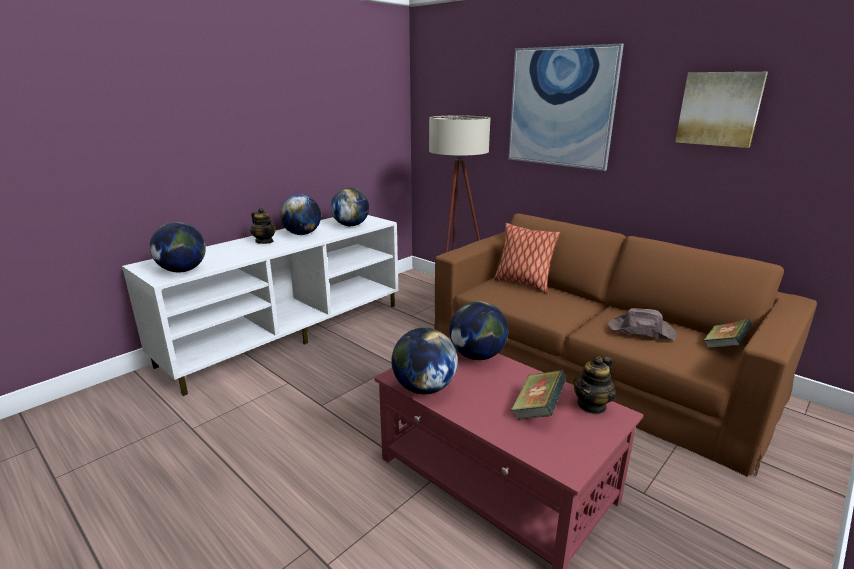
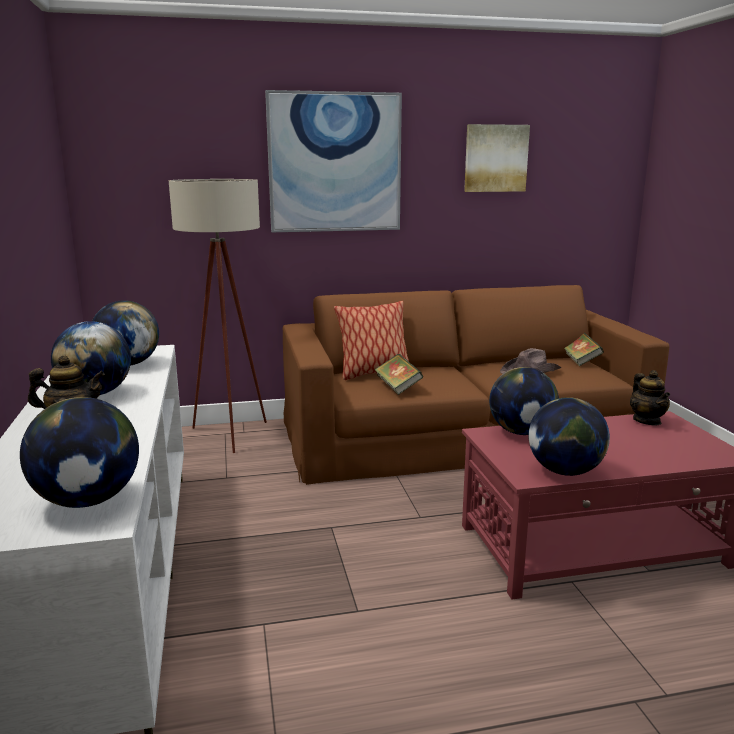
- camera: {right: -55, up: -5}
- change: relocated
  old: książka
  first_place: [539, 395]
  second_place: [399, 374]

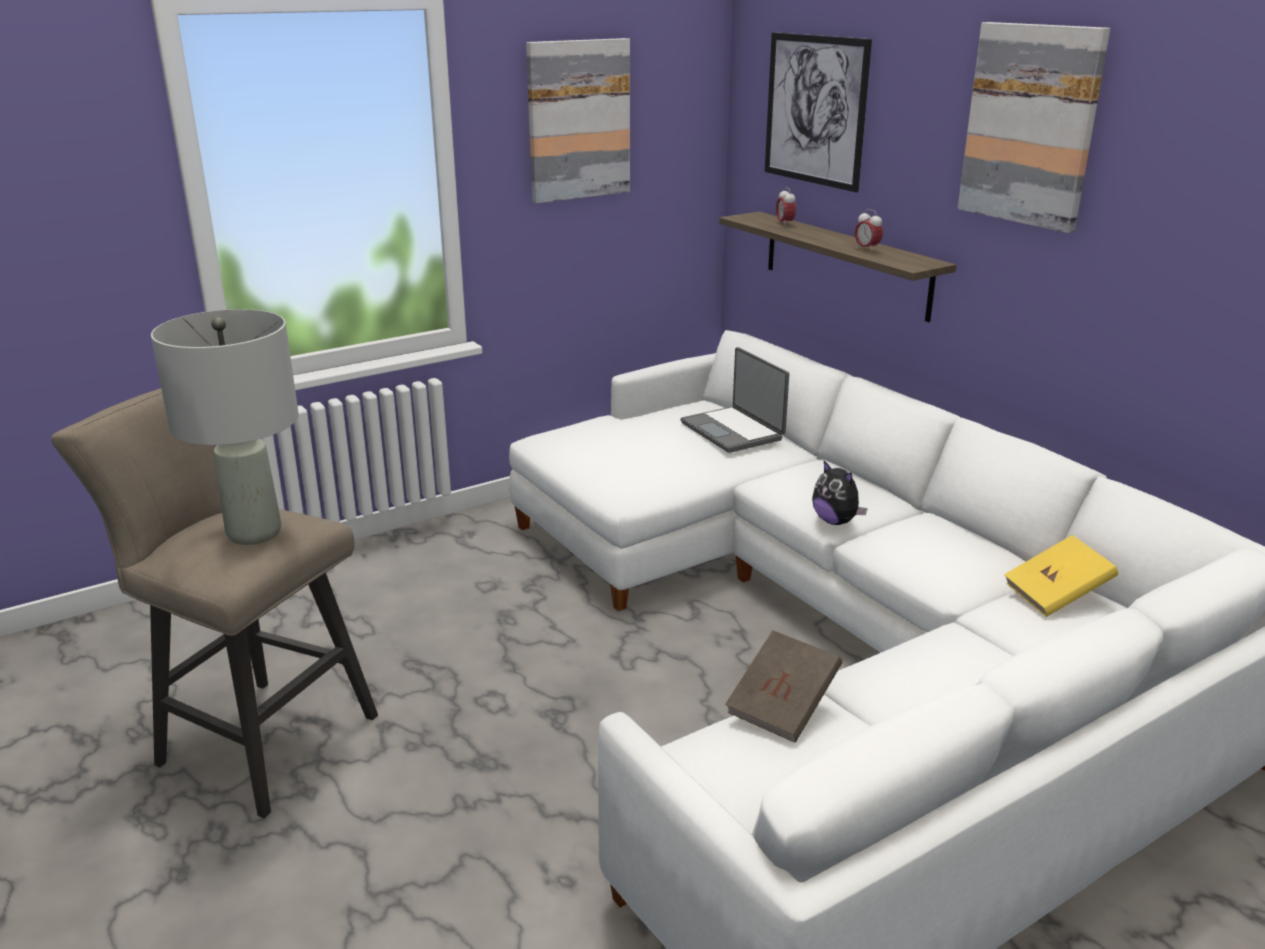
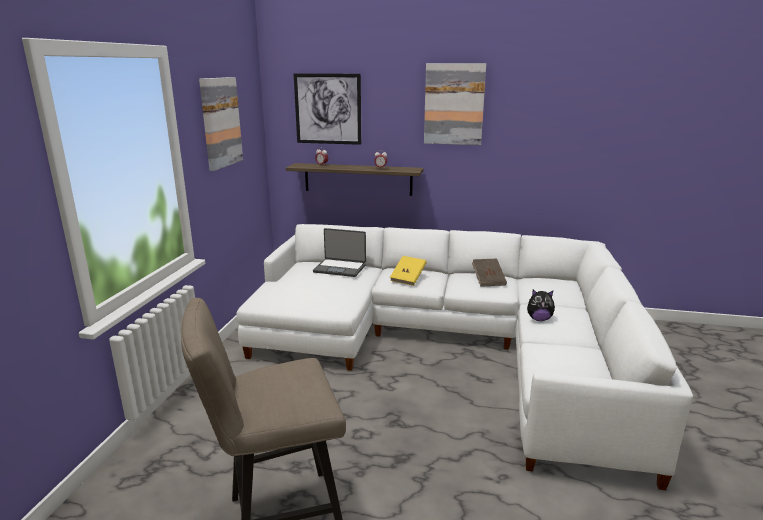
- camera: {right: -45, up: -5}
- change: relocated
  old: książka (żółty)
  first_place: [1061, 576]
  second_place: [408, 271]
- change: relocated
  old: książka (brązowy)
  first_place: [783, 686]
  second_place: [489, 272]
- change: relocated
  old: pluszak
  first_place: [840, 492]
  second_place: [541, 305]
- change: missing
  old: lampa stołowa (szary)
  first_place: [225, 427]

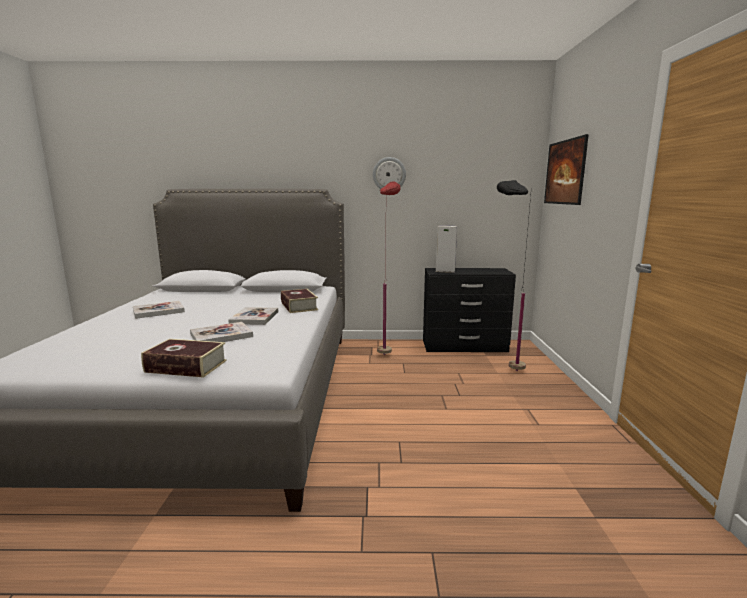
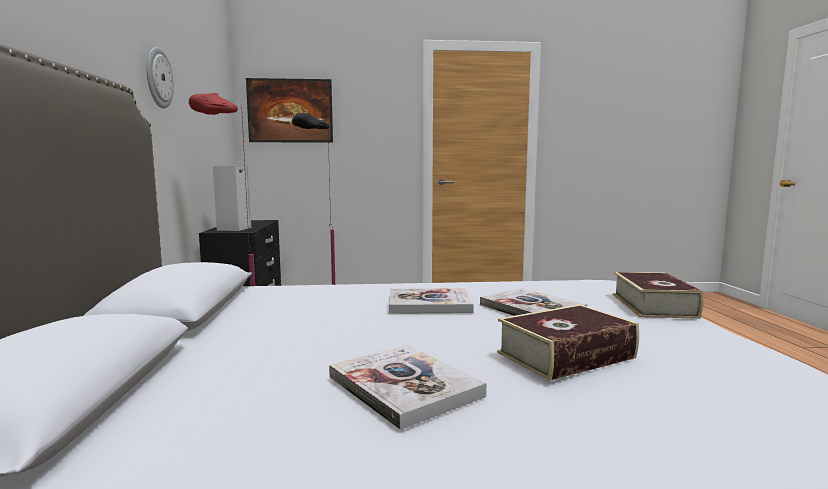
- camera: {right: -95, up: -5}
- change: relocated
  old: książka
  first_place: [299, 301]
  second_place: [568, 342]

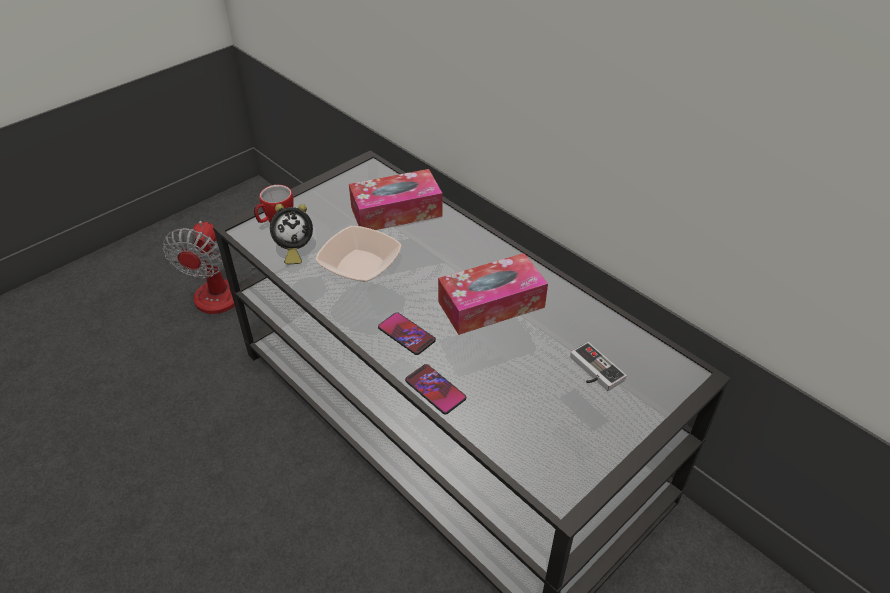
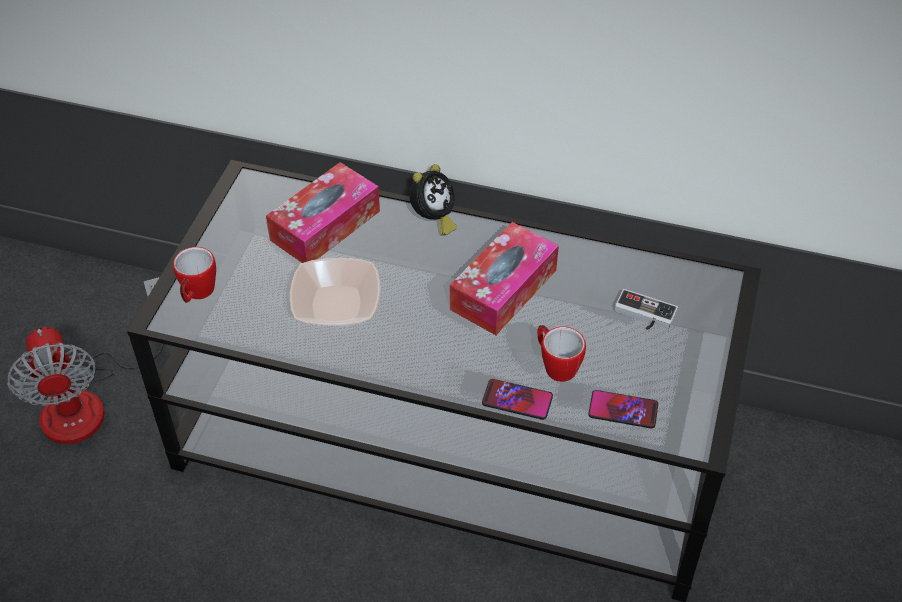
- camera: {right: -30, up: 5}
- change: relocated
  old: budzik
  first_place: [291, 234]
  second_place: [433, 199]
- change: appeared
  new: kubek
  second_place: [562, 353]
- change: relocated
  old: telefon
  first_place: [407, 333]
  second_place: [623, 409]

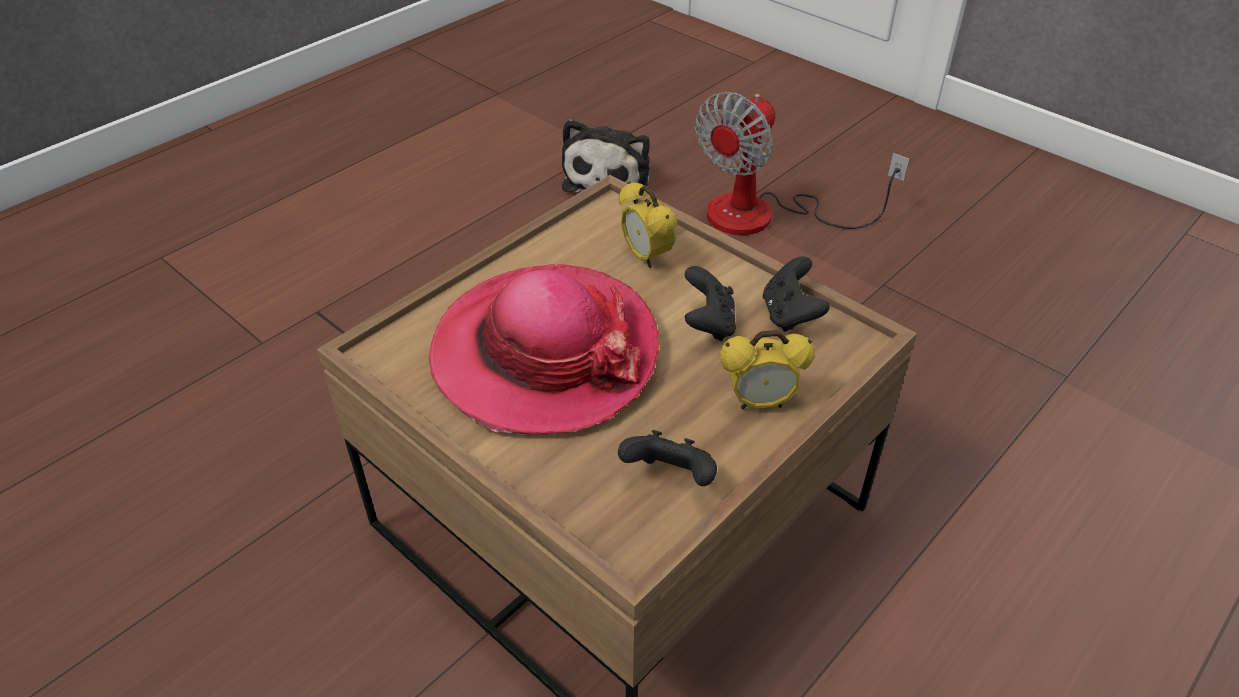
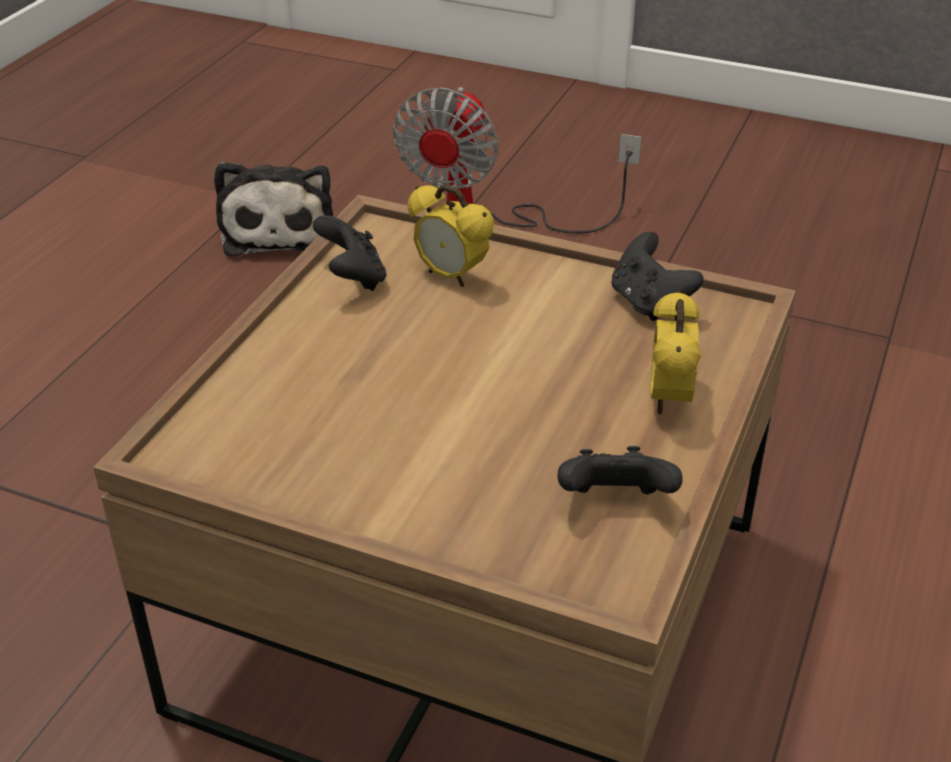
- camera: {right: -20, up: -5}
- change: relocated
  old: pad do gier (czarny)
  first_place: [710, 303]
  second_place: [350, 253]
- change: spun
  old: budzik
  first_place: [767, 369]
  second_place: [676, 352]
  degrees: 120
- change: missing
  old: kapelusz
  first_place: [544, 349]

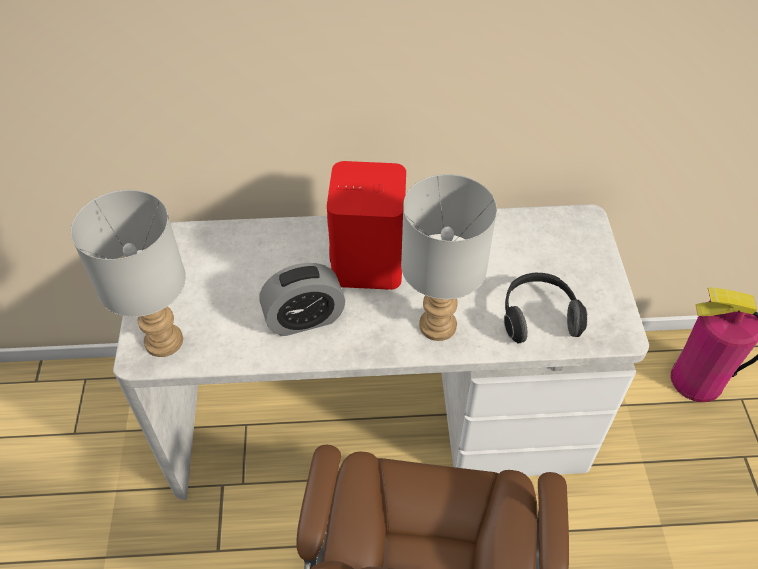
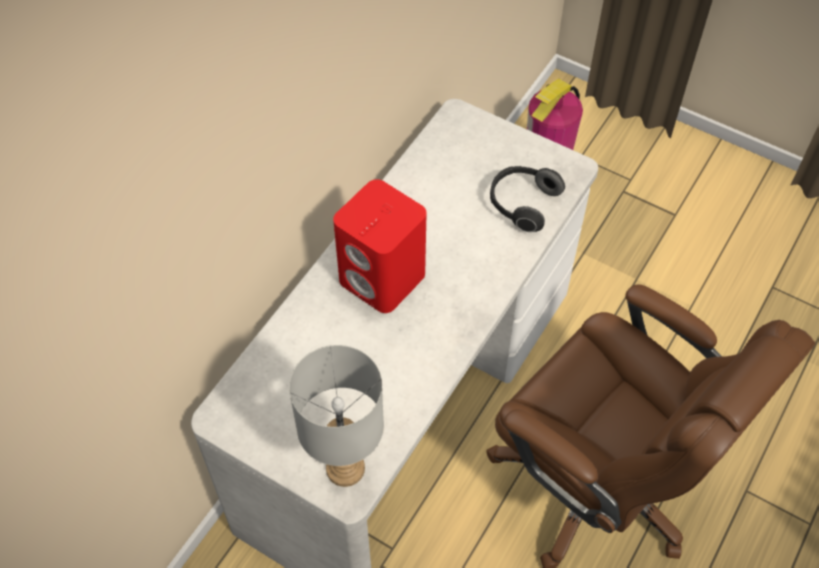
- camera: {right: -55, up: 5}
- change: missing
  old: budzik
  first_place: [302, 299]
- change: missing
  old: lampa stołowa (szary)
  first_place: [449, 257]

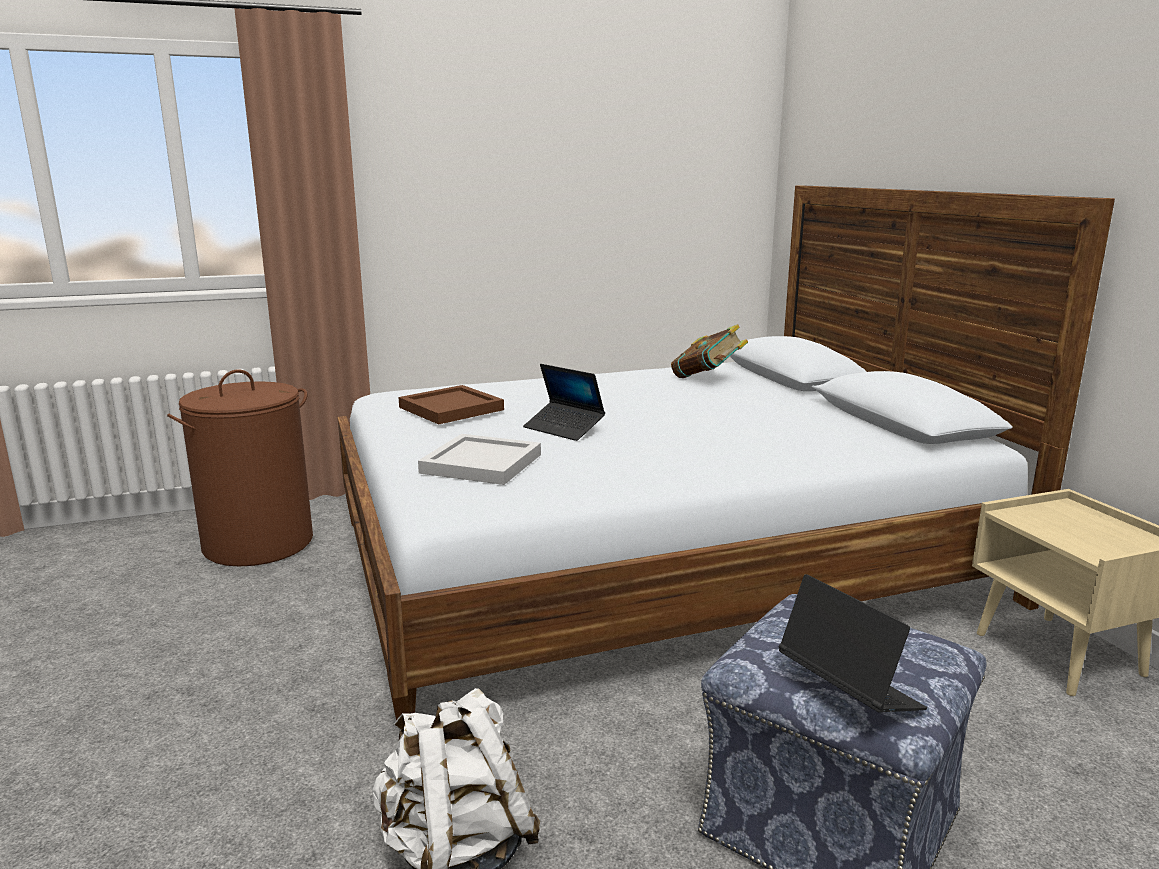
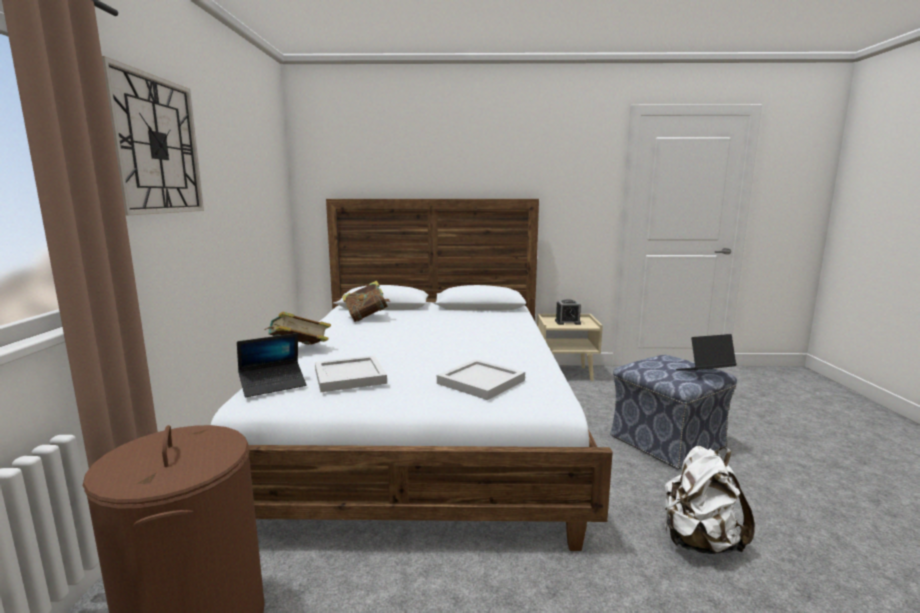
- camera: {right: -70, up: -5}
- change: appeared
  new: zegar ścienny
  second_place: [153, 135]
- change: relocated
  old: laptop
  first_place: [564, 402]
  second_place: [272, 365]
- change: appeared
  new: książka
  second_place: [298, 328]
- change: colour
  old: taca (brązowy)
  new: taca (biały)
  first_place: [451, 404]
  second_place: [351, 373]
- change: appeared
  new: budzik
  second_place: [568, 312]

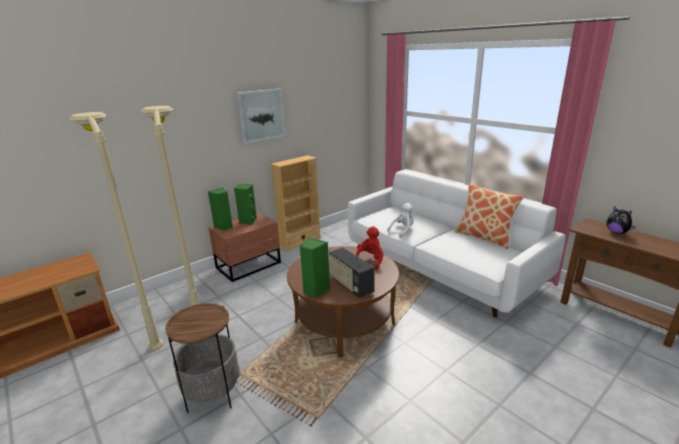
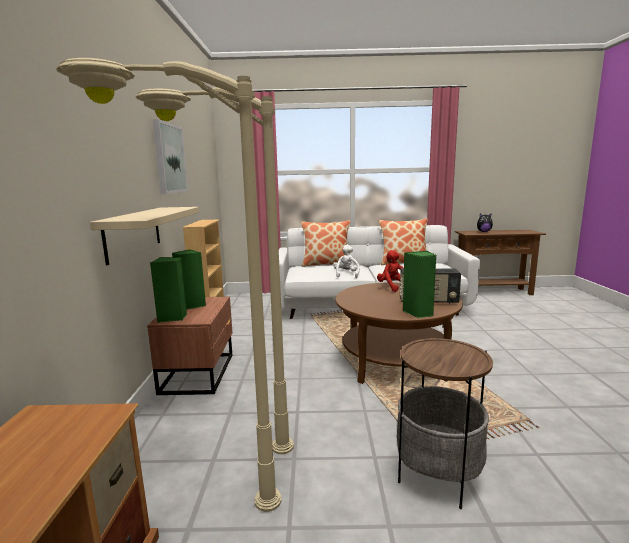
- camera: {right: -50, up: -10}
- change: appeared
  new: półka (beżowy)
  second_place: [144, 236]
- change: appeared
  new: poduszka
  second_place: [326, 243]

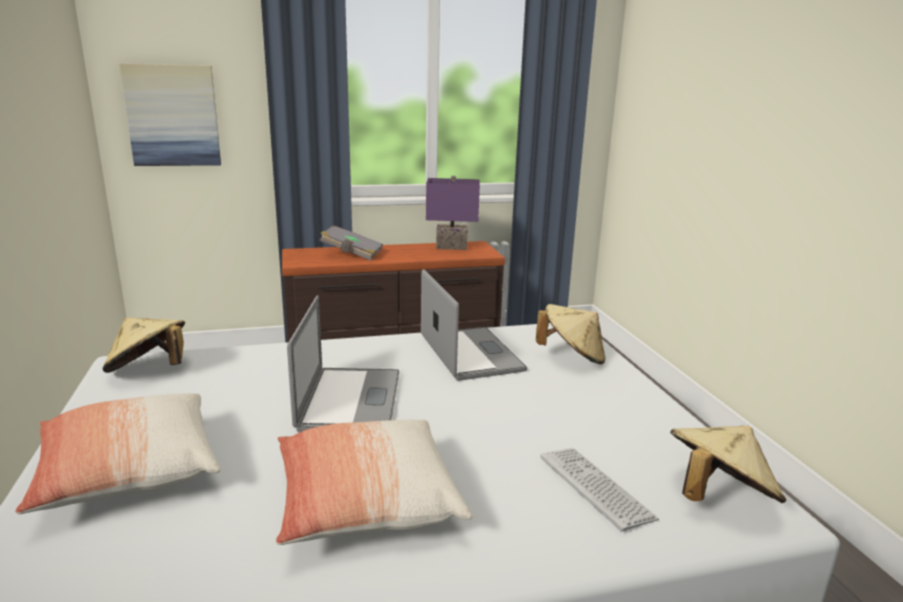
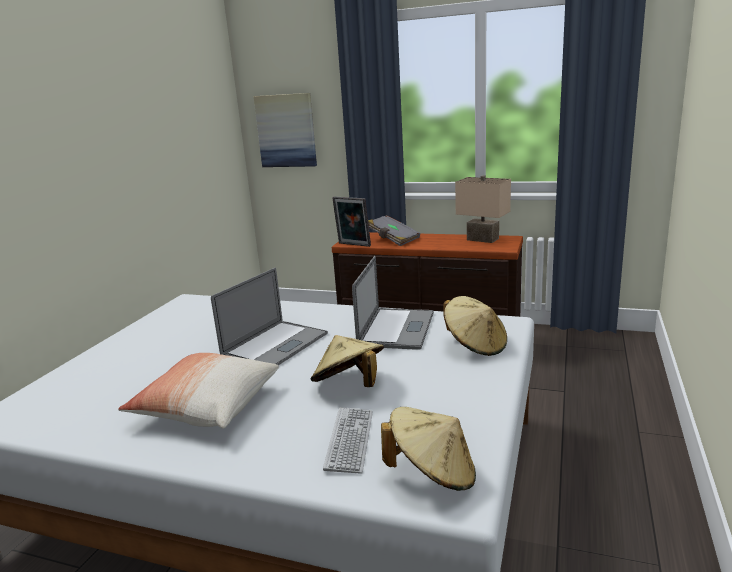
- camera: {right: 35, up: 0}
- change: relocated
  old: kapelusz (beżowy)
  first_place: [143, 345]
  second_place: [347, 361]
- change: appeared
  new: ramka na zdjęcie
  second_place: [351, 222]
- change: colour
  old: lampa stołowa (fioletowy)
  new: lampa stołowa (beżowy)
  first_place: [453, 213]
  second_place: [483, 209]
- change: missing
  old: poduszka
  first_place: [118, 453]

